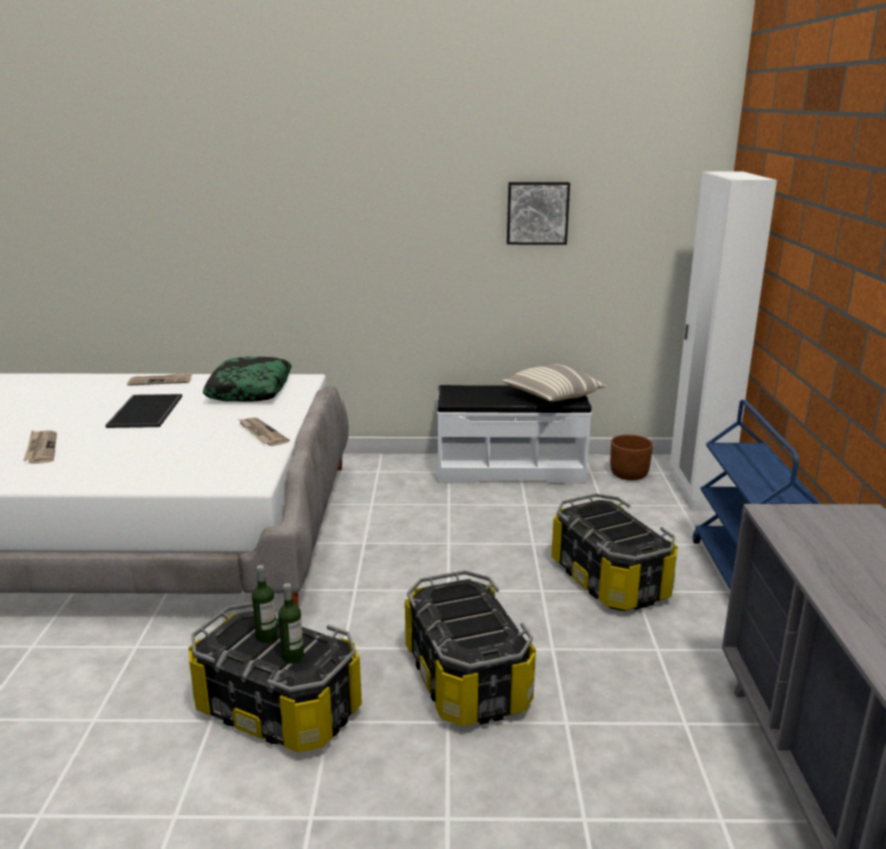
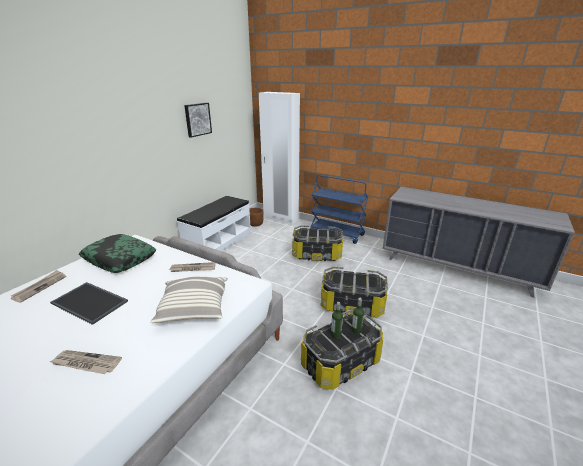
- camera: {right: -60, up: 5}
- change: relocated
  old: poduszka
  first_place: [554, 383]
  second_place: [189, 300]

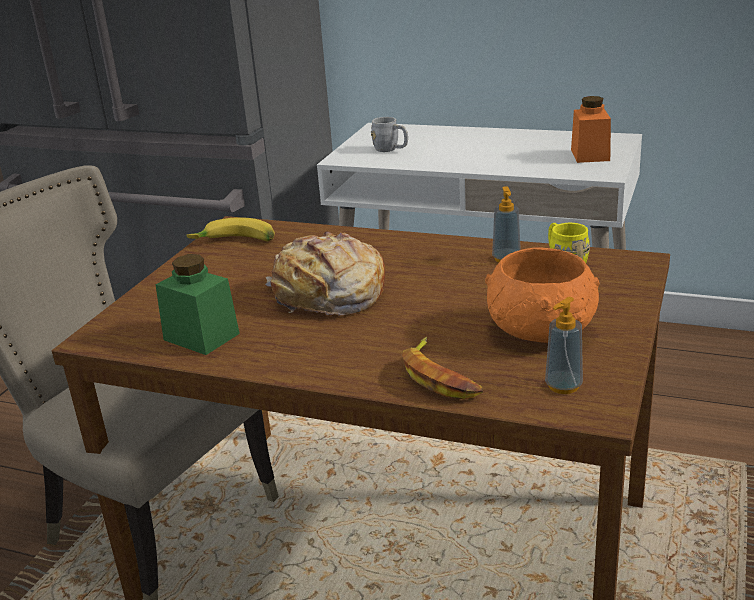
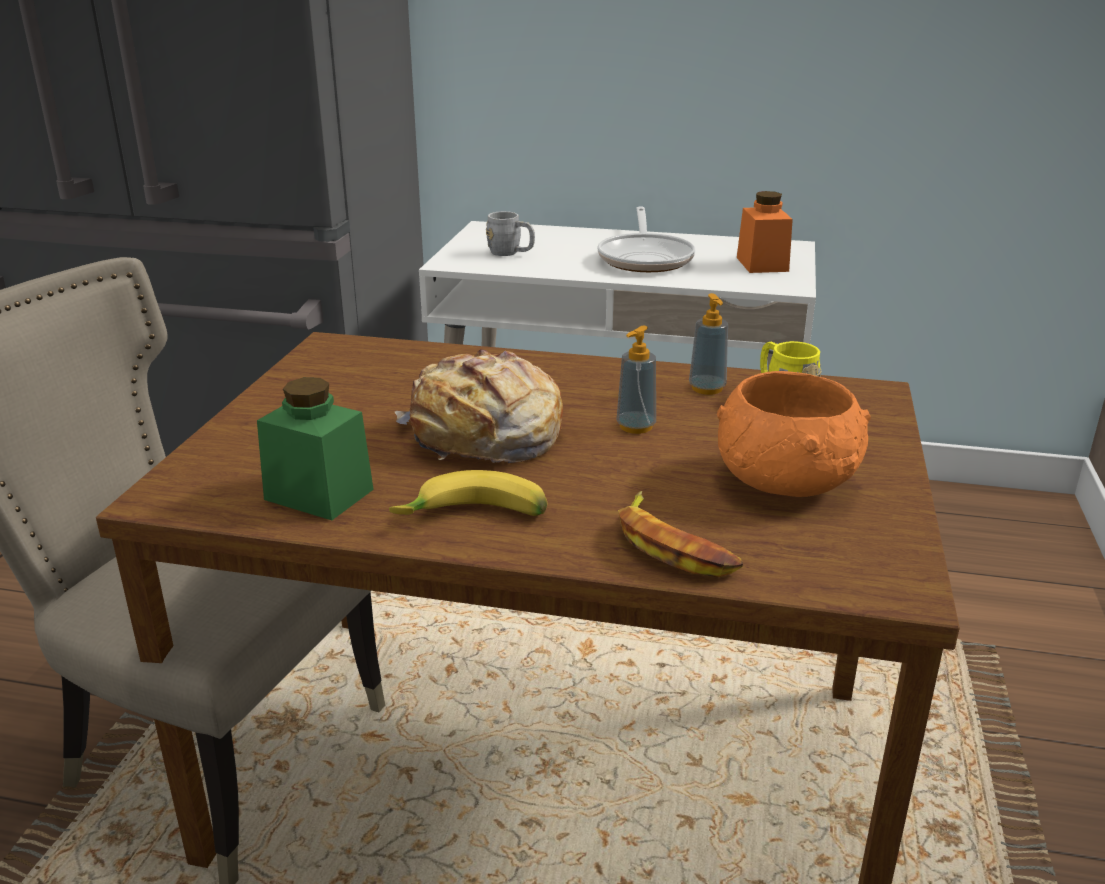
- camera: {right: -10, up: 0}
- change: relocated
  old: banan
  first_place: [230, 229]
  second_place: [468, 493]
- change: appeared
  new: patelnia
  second_place: [646, 239]
- change: relocated
  old: dozownik mydła
  first_place: [564, 345]
  second_place: [636, 380]

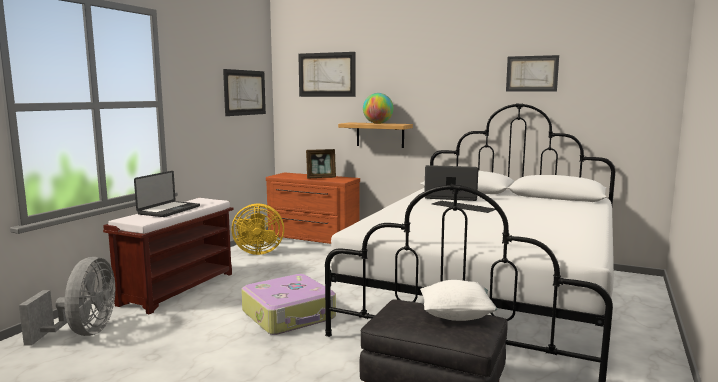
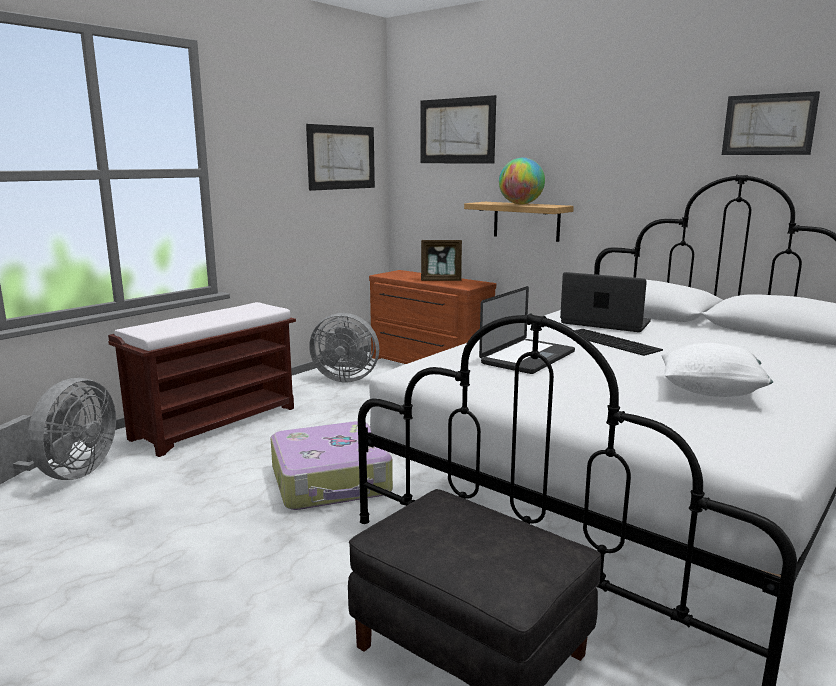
- camera: {right: 15, up: 5}
- change: colour
  old: wentylator (żółty)
  new: wentylator (szary)
  first_place: [258, 229]
  second_place: [344, 347]
- change: relocated
  old: laptop
  first_place: [167, 194]
  second_place: [527, 330]
- change: relocated
  old: poduszka (biały)
  first_place: [459, 300]
  second_place: [717, 370]

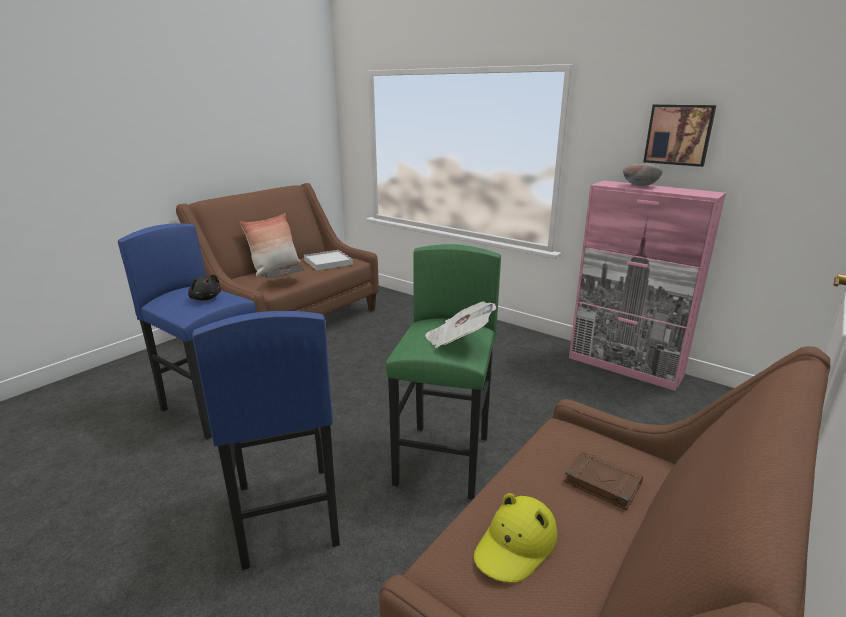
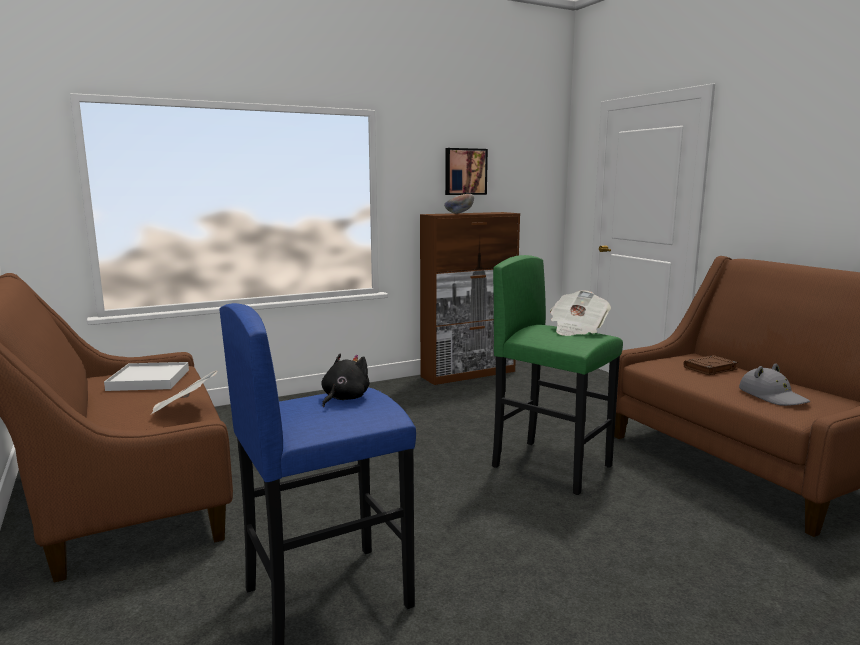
- camera: {right: -65, up: -10}
- change: spun
  old: pluszak (czarny)
  first_place: [204, 287]
  second_place: [345, 380]
  degrees: -45
- change: colour
  old: szafka (różowy)
  new: szafka (brązowy)
  first_place: [647, 285]
  second_place: [470, 298]
- change: colour
  old: kapelusz (żółty)
  new: kapelusz (szary)
  first_place: [515, 538]
  second_place: [774, 384]
- change: missing
  old: stołek (niebieski)
  first_place: [266, 440]
- change: missing
  old: poduszka
  first_place: [270, 245]

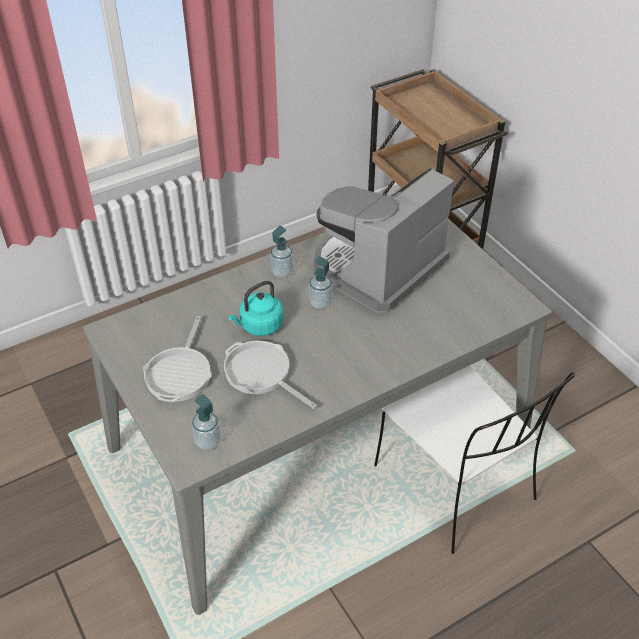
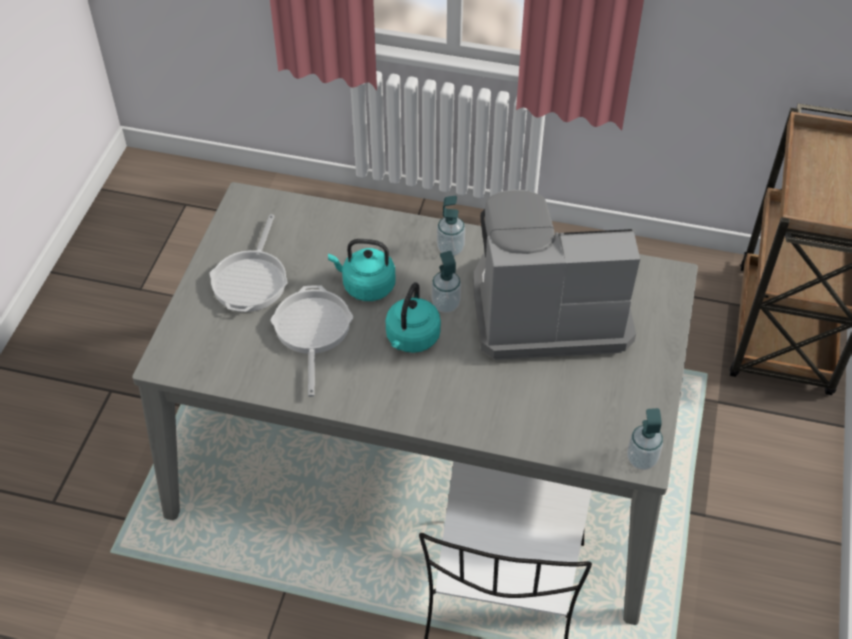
- camera: {right: 45, up: 5}
- change: spun
  old: patelnia
  first_place: [177, 359]
  second_place: [248, 263]
  degrees: -45
- change: appeared
  new: czajnik (turkusowy)
  second_place: [413, 317]
- change: relocated
  old: dozownik mydła
  first_place: [206, 422]
  second_place: [645, 439]

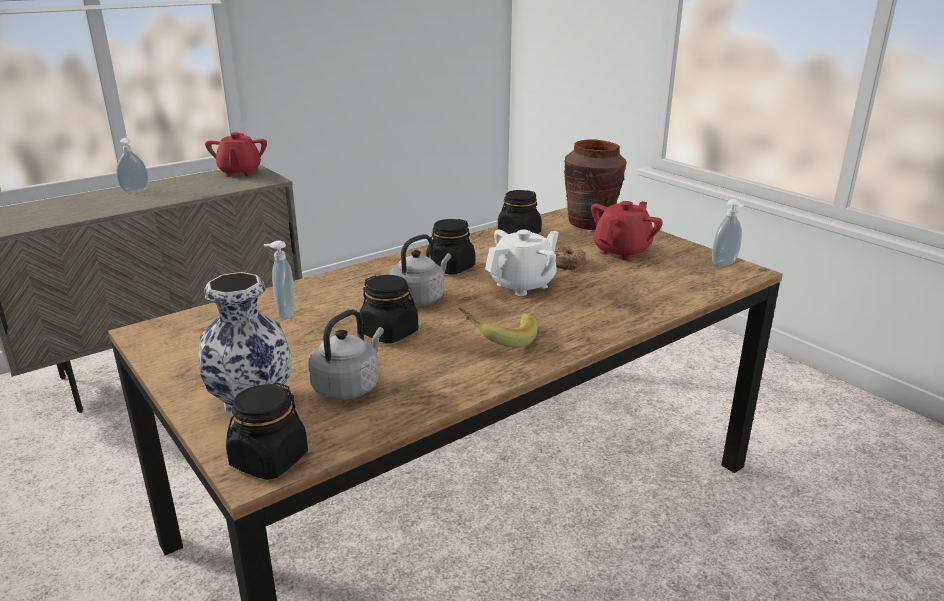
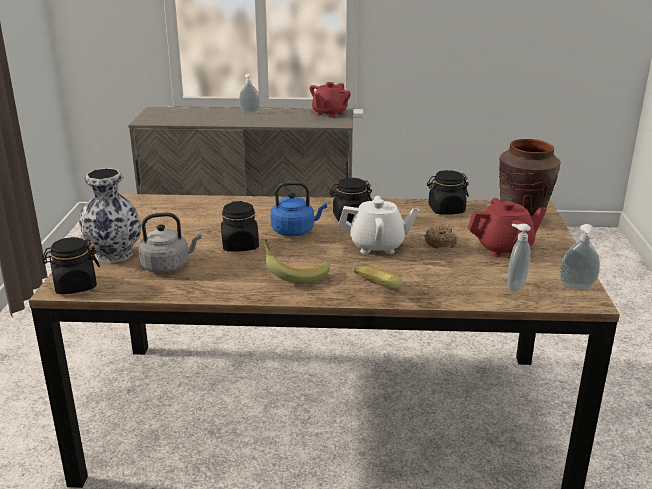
- camera: {right: 40, up: 0}
- change: colour
  old: czajnik (szary)
  new: czajnik (niebieski)
  first_place: [420, 270]
  second_place: [298, 209]
- change: appeared
  new: banan
  second_place: [378, 278]
- change: relocated
  old: dozownik mydła
  first_place: [279, 279]
  second_place: [519, 258]

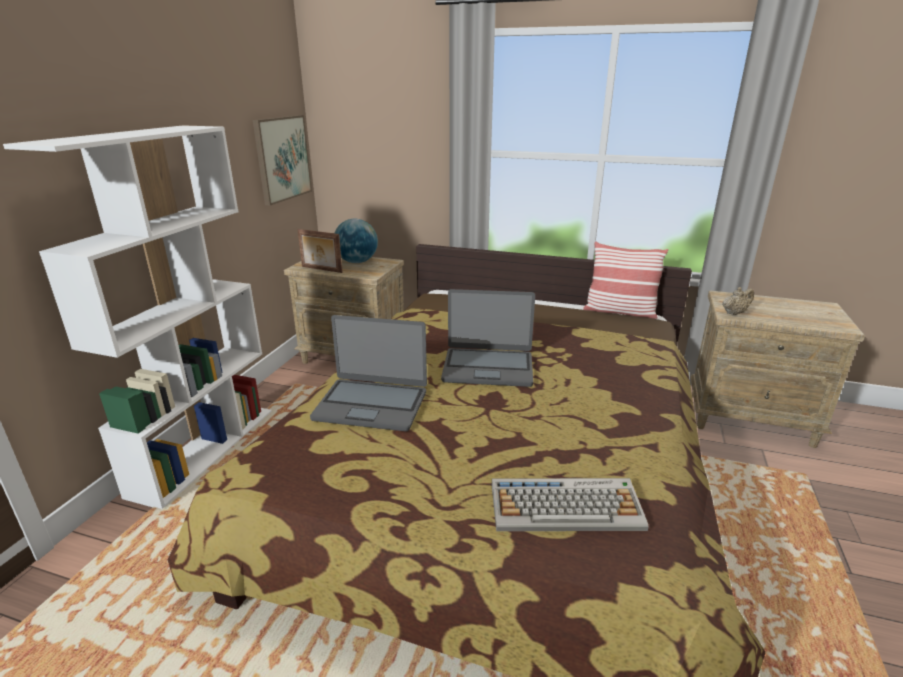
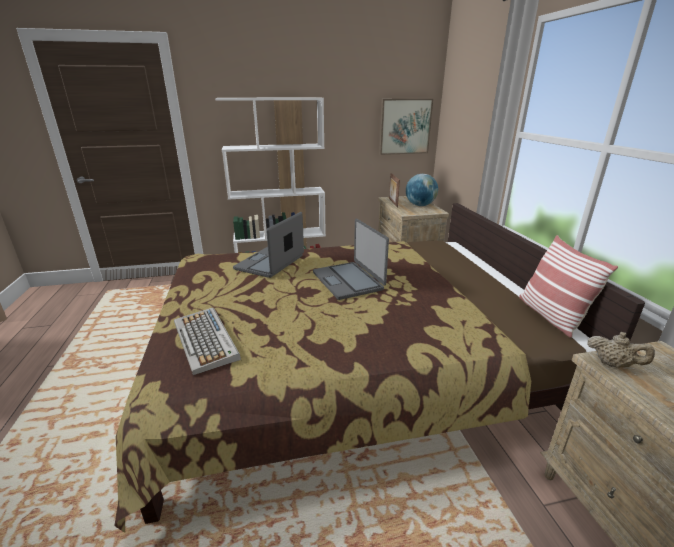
- camera: {right: 60, up: 0}
- change: spun
  old: laptop
  first_place: [368, 373]
  second_place: [268, 245]
  degrees: 45

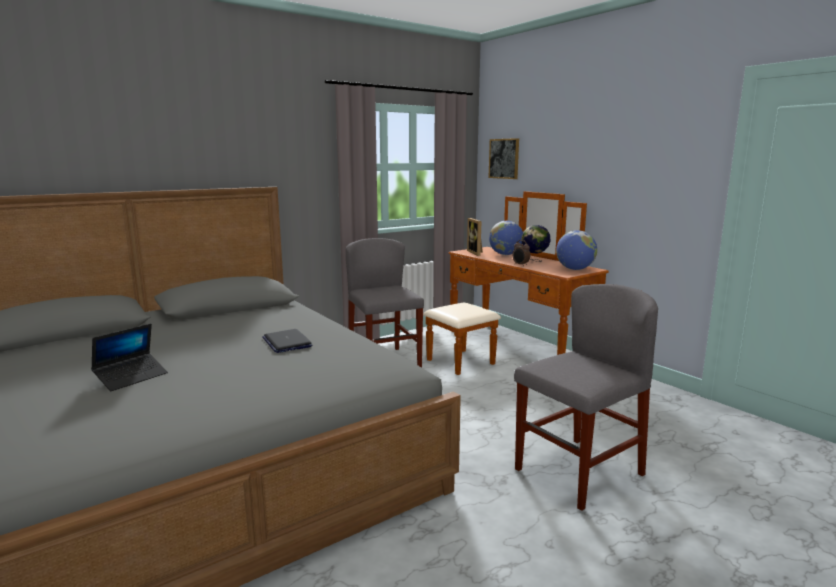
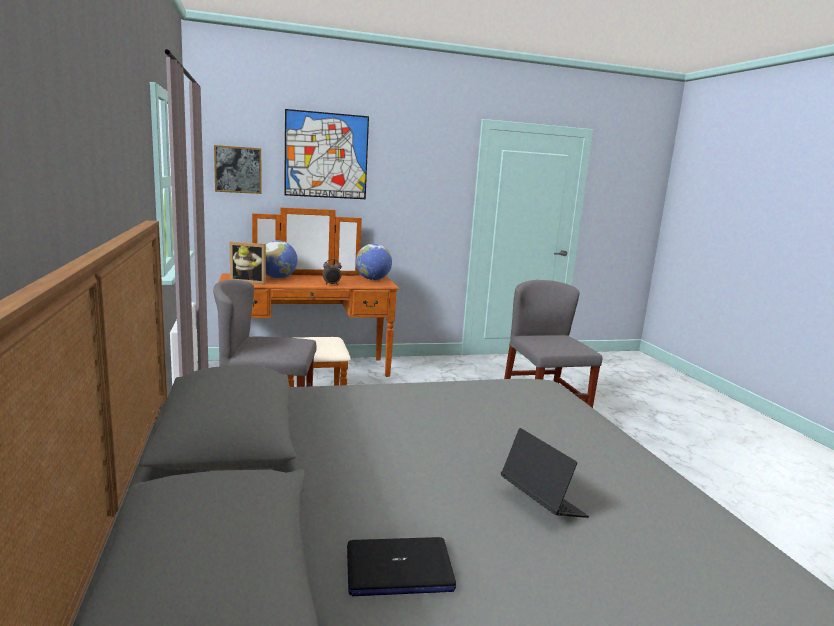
- camera: {right: -70, up: 0}
- change: appeared
  new: obraz
  second_place: [326, 154]
- change: relocated
  old: laptop
  first_place: [287, 341]
  second_place: [401, 566]
- change: missing
  old: globus
  first_place: [536, 243]

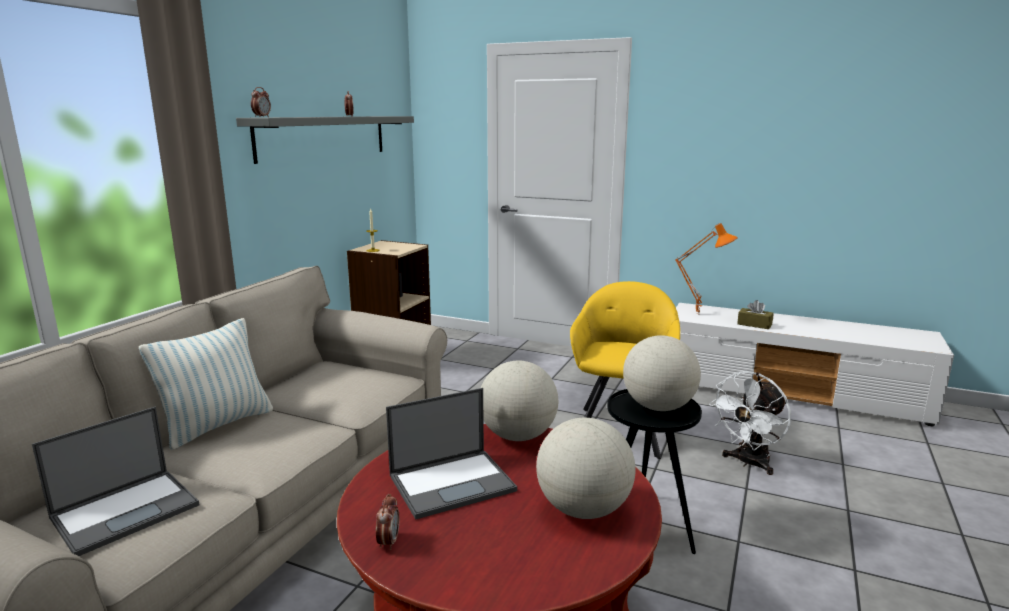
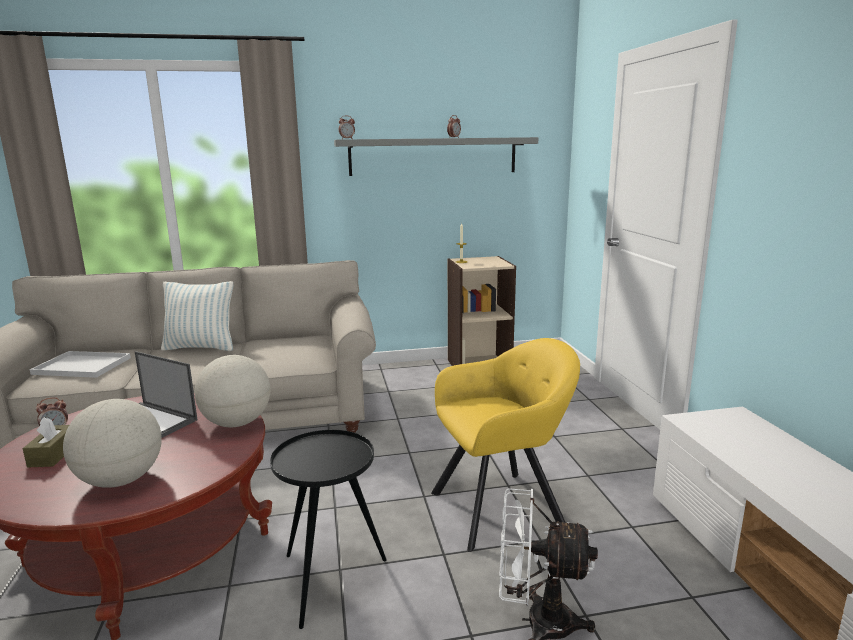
- camera: {right: 55, up: 0}
- change: relocated
  old: pudełko chusteczek (brązowy)
  first_place: [755, 314]
  second_place: [46, 442]
- change: exchanged
  old: laptop
  new: taca (biały)
  first_place: [116, 481]
  second_place: [80, 364]
- change: missing
  old: globus
  first_place: [662, 373]
- change: missing
  old: lampa stołowa (pomarańczowy)
  first_place: [706, 269]

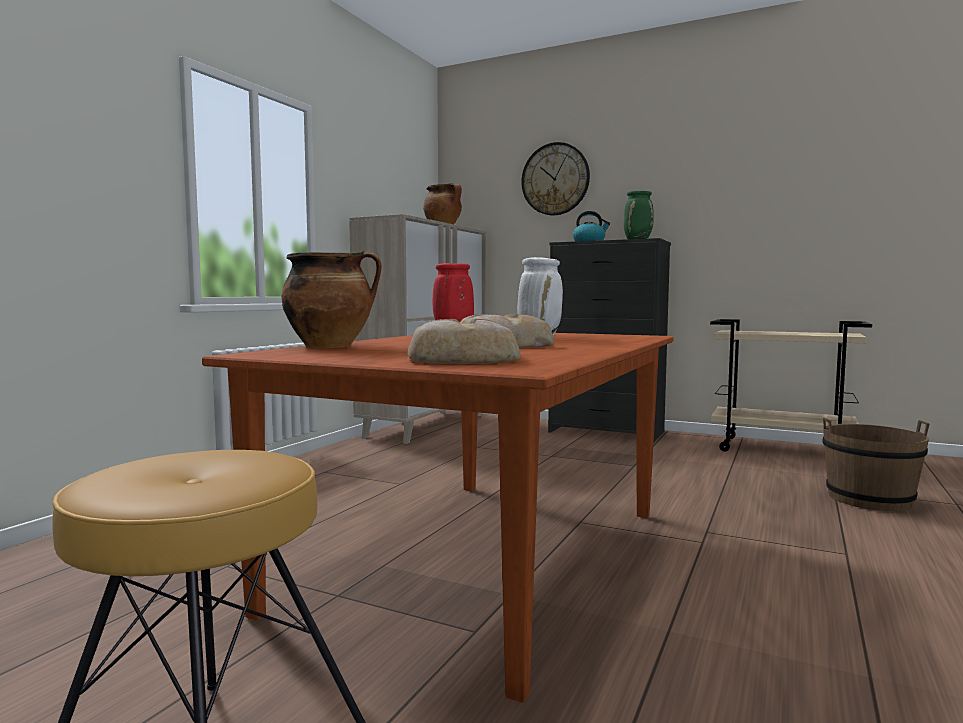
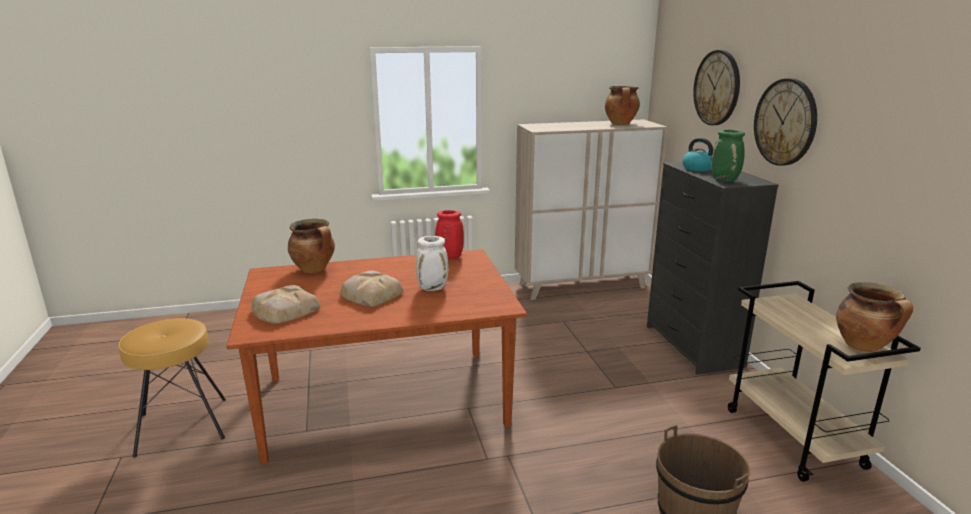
- camera: {right: 50, up: 15}
- change: appeared
  new: zegar ścienny
  second_place: [785, 122]
- change: appeared
  new: garnek
  second_place: [874, 317]

